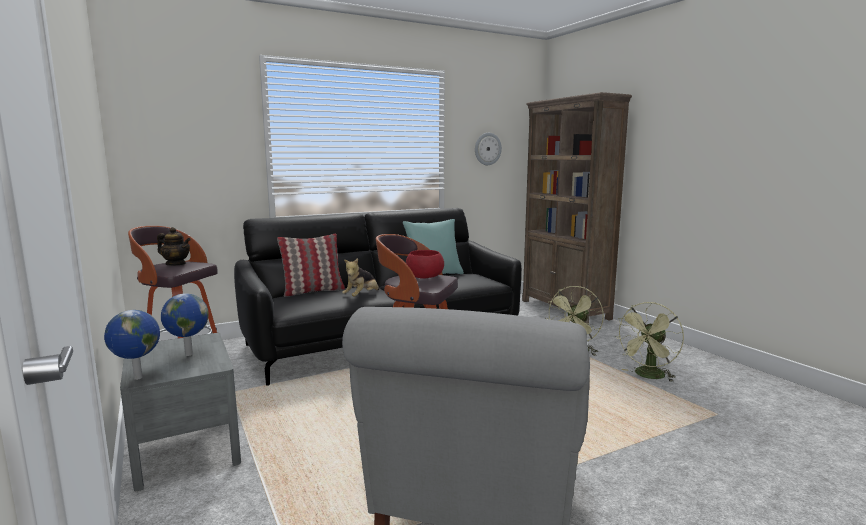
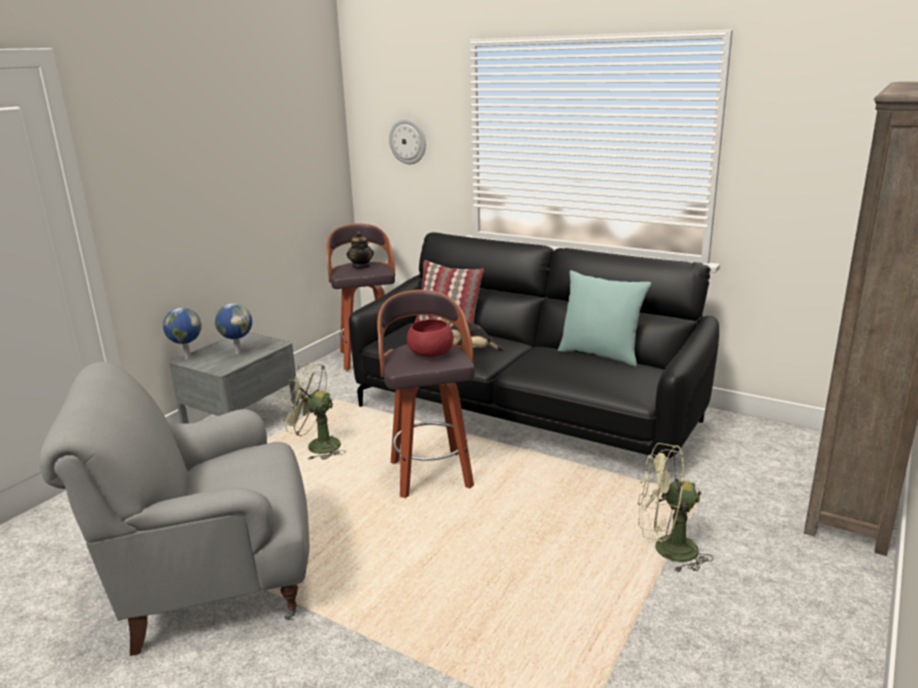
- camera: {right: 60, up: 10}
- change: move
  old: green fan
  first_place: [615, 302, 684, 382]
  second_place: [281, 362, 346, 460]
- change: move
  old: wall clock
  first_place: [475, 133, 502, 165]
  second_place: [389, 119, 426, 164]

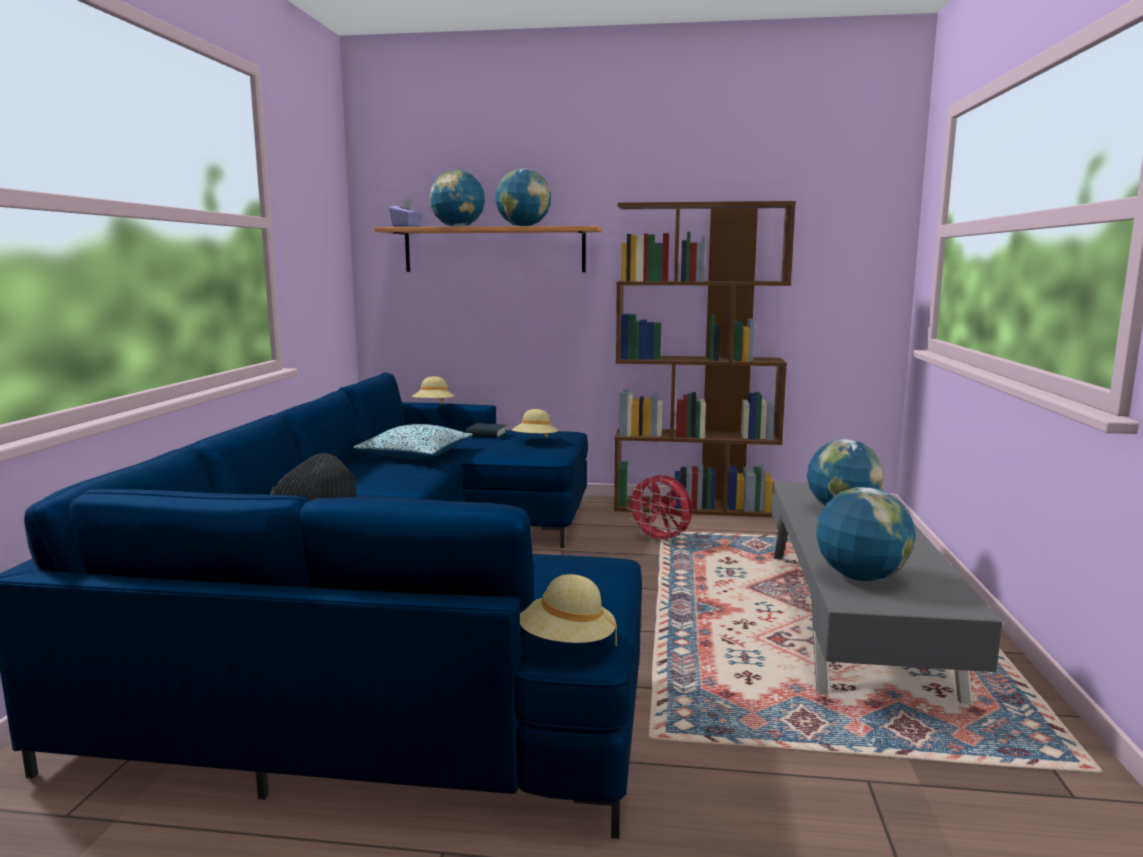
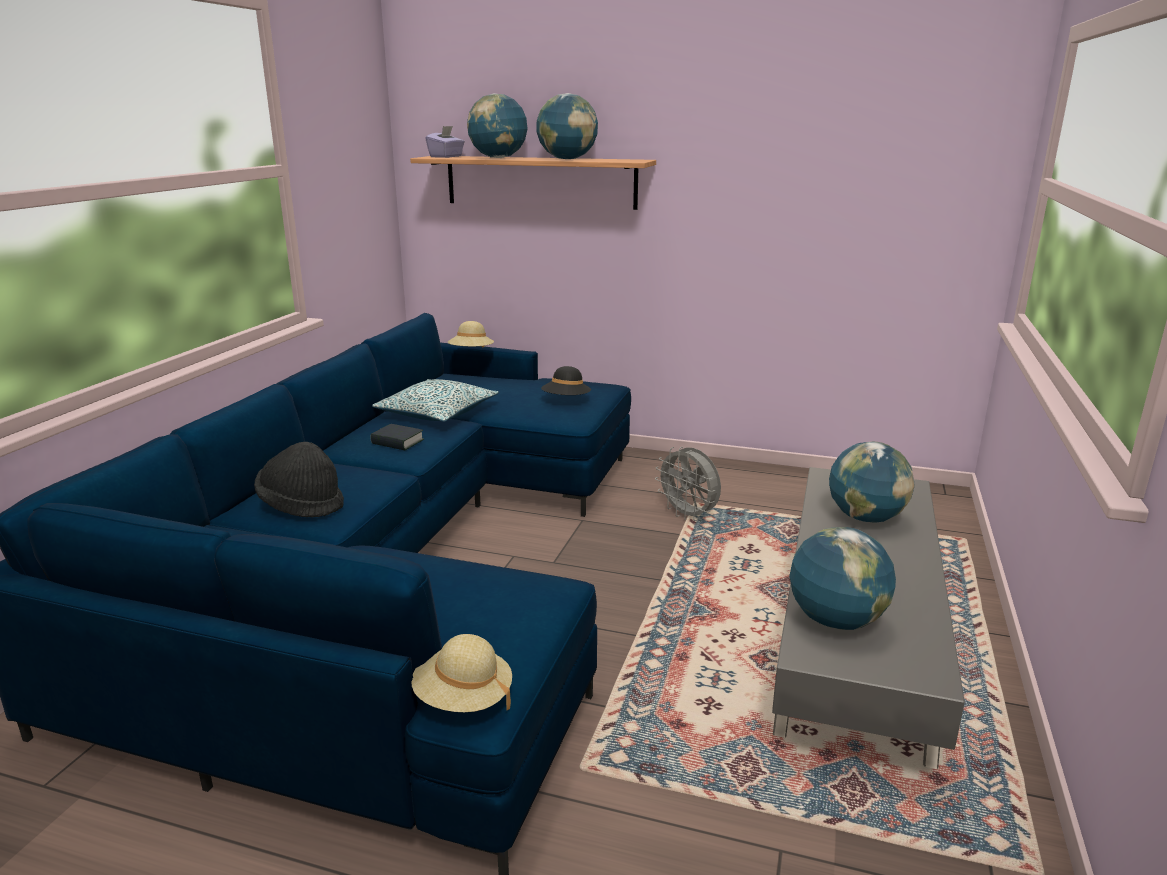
- camera: {right: 10, up: 10}
- change: move
  old: book
  first_place: [466, 423, 507, 438]
  second_place: [371, 424, 424, 450]
- change: recolor
  old: beige hat
  new: black hat
  first_place: [512, 409, 559, 437]
  second_place: [541, 366, 591, 395]
- change: recolor
  old: red fan
  new: grey fan
  first_place: [626, 473, 692, 545]
  second_place: [655, 447, 721, 521]
- change: delete
  old: brown bookcase
  first_place: [614, 201, 796, 517]

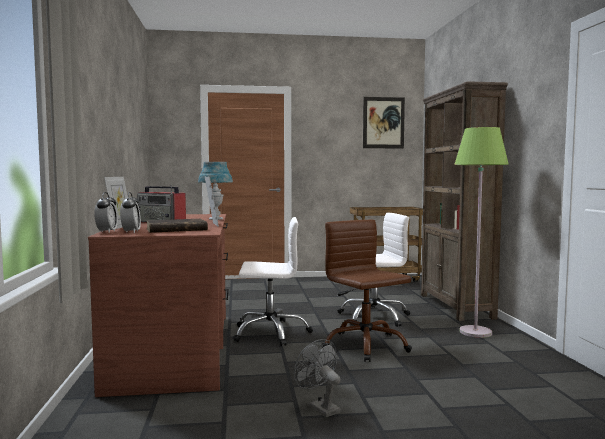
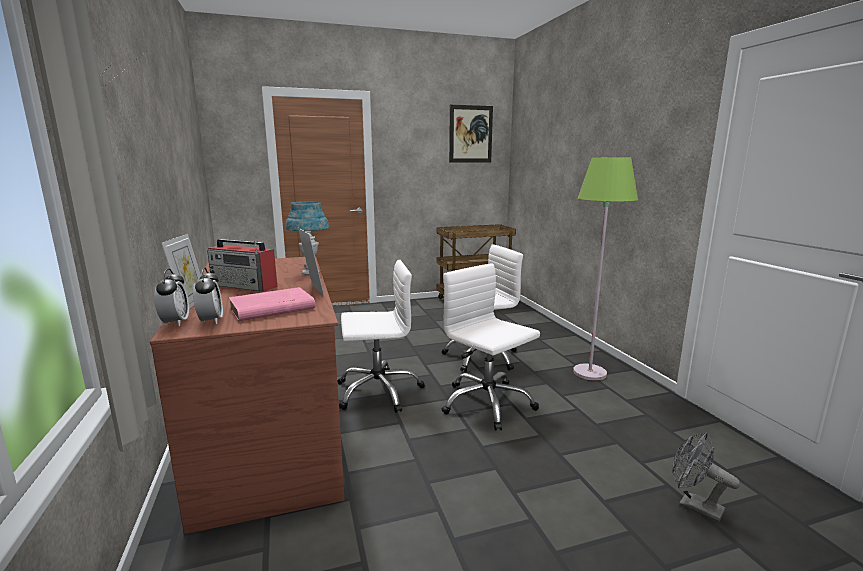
- camera: {right: -10, up: 10}
- change: recolor
  old: brown book
  new: pink book
  first_place: [146, 219, 208, 233]
  second_place: [228, 287, 315, 321]
- change: recolor
  old: brown office chair
  new: white office chair
  first_place: [321, 220, 412, 362]
  second_place: [441, 263, 540, 430]
- change: move
  old: grey fan
  first_place: [294, 339, 341, 417]
  second_place: [672, 432, 740, 523]
- change: delete
  old: brown bookcase
  first_place: [421, 81, 508, 321]

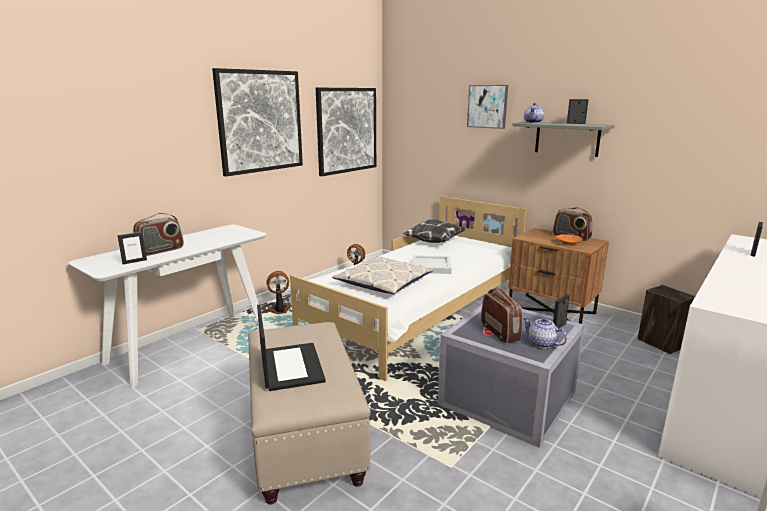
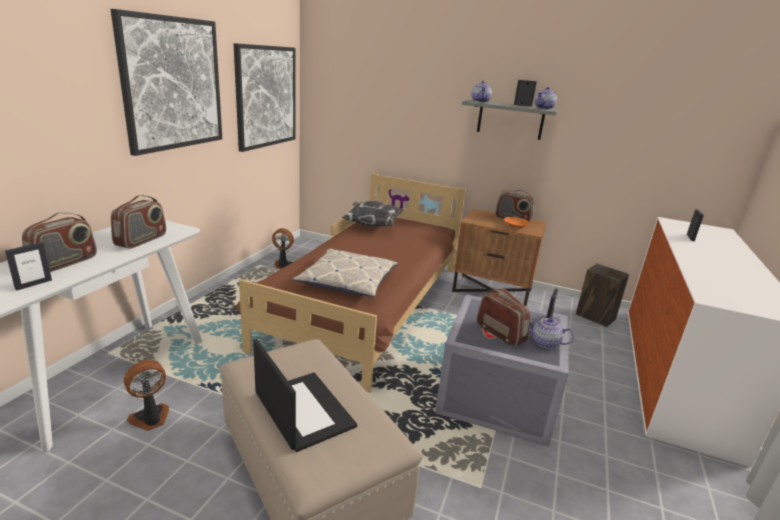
- camera: {right: -20, up: 5}
- change: insert
  new: radio
  second_place: [111, 195, 166, 249]
- change: move
  old: fan
  first_place: [267, 271, 290, 314]
  second_place: [124, 360, 169, 431]
- change: recolor
  old: white bed
  new: brown bed
  first_place: [289, 196, 526, 381]
  second_place: [235, 173, 466, 393]
- change: insert
  new: teapot
  second_place: [535, 87, 557, 110]
- change: delete
  old: white tray
  first_place: [412, 255, 452, 274]
- change: delete
  old: picture
  first_place: [467, 85, 508, 129]

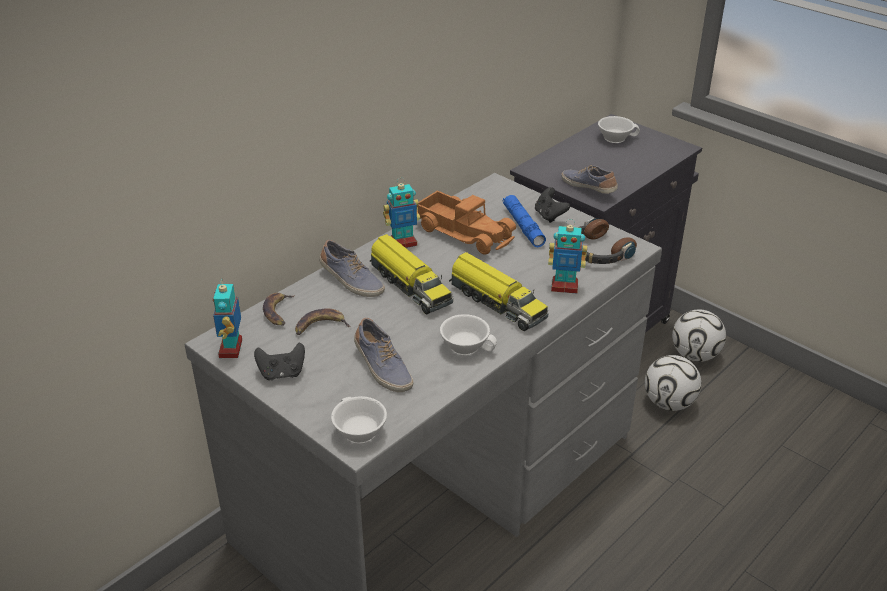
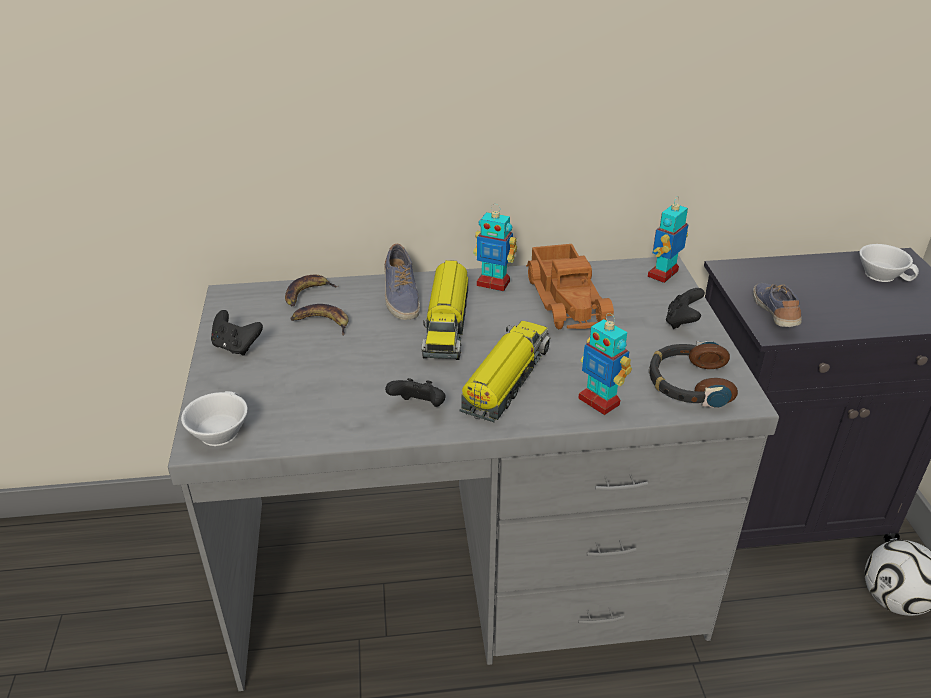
- camera: {right: 40, up: 0}
- change: replace
  old: white cup
  new: black game controller
  first_place: [440, 314, 497, 356]
  second_place: [385, 378, 445, 407]
- change: rotate
  old: toy truck
  first_place: [449, 252, 548, 331]
  second_place: [460, 321, 551, 422]
  degrees: -150
- change: move
  old: toy robot
  first_place: [213, 278, 242, 358]
  second_place: [648, 196, 688, 283]
- change: delete
  old: shoe
  first_place: [354, 318, 413, 392]
- change: delete
  old: blue flashlight
  first_place: [503, 195, 546, 247]
- change: delete
  old: football
  first_place: [645, 355, 701, 411]

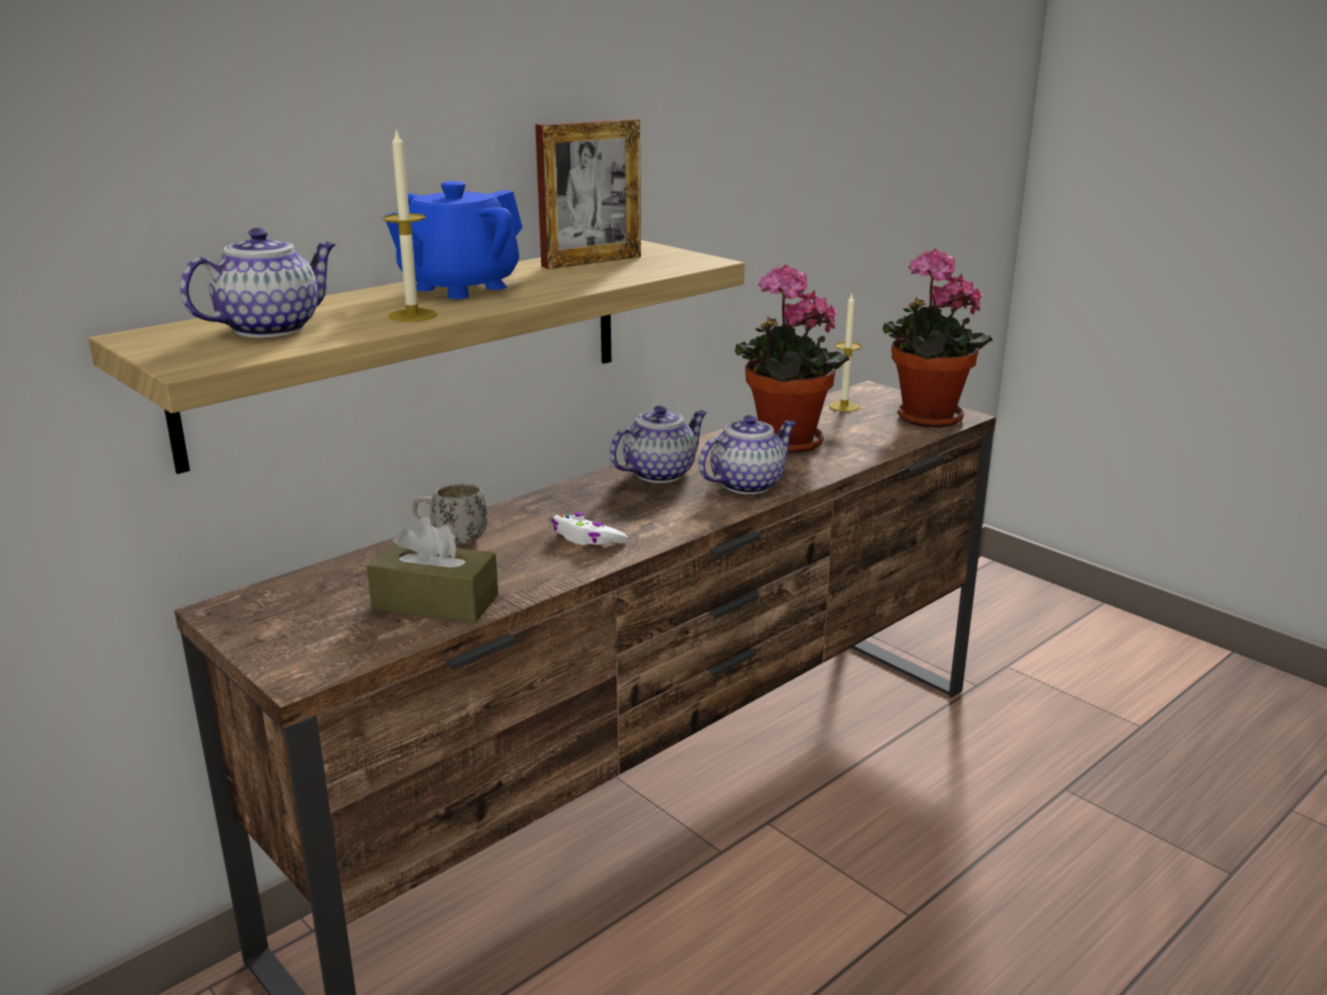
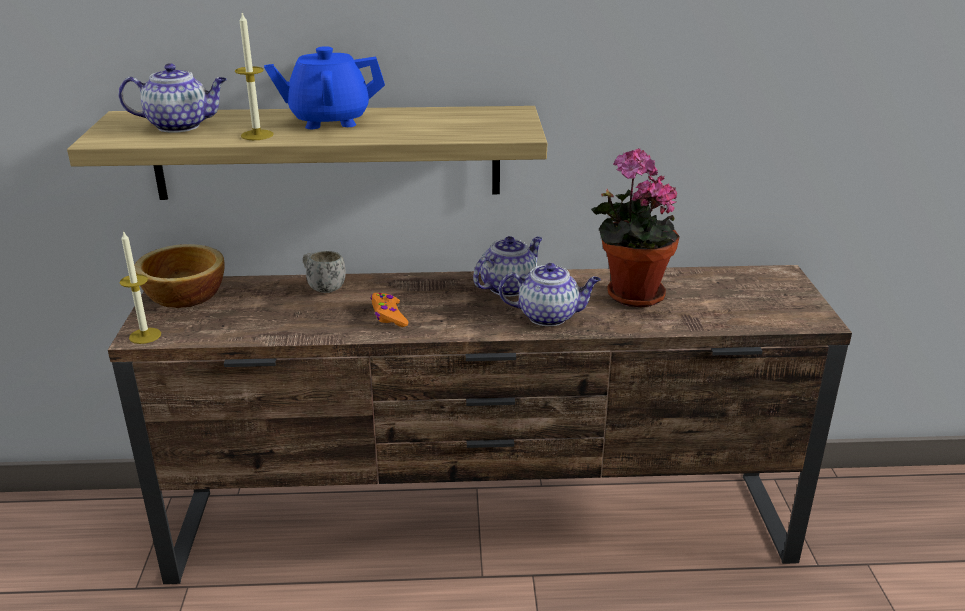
- camera: {right: 40, up: 5}
- change: move
  old: candle
  first_place: [829, 294, 862, 412]
  second_place: [119, 230, 161, 344]
- change: insert
  new: bowl
  second_place: [134, 244, 225, 308]
- change: recolor
  old: white game controller
  new: orange game controller
  first_place: [551, 512, 628, 545]
  second_place: [371, 293, 408, 327]
- change: rotate
  old: teapot
  first_place: [610, 405, 707, 483]
  second_place: [473, 236, 543, 297]
  degrees: -45
- change: delete
  old: brown tissue box
  first_place: [367, 517, 498, 623]
- change: delete
  old: picture frame
  first_place: [535, 118, 641, 269]
- change: delete
  old: potted plant
  first_place: [883, 248, 993, 428]

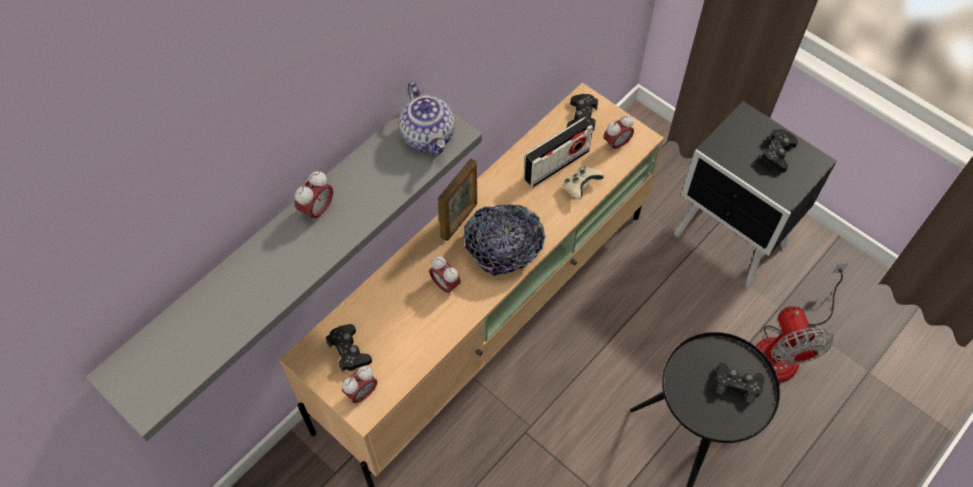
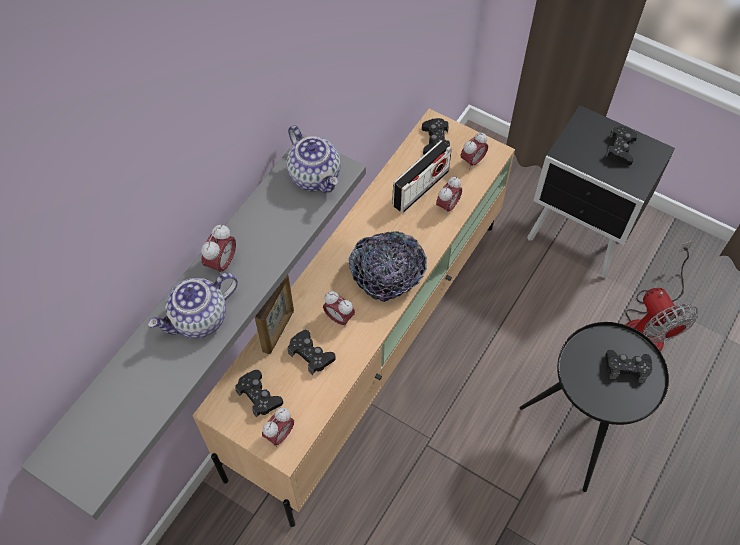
- camera: {right: -10, up: 0}
- change: insert
  new: teapot
  second_place: [148, 273, 238, 338]
- change: move
  old: picture frame
  first_place: [438, 158, 477, 241]
  second_place: [255, 275, 294, 354]
- change: insert
  new: black game controller
  second_place: [288, 330, 336, 375]
- change: replace
  old: beige game controller
  new: alarm clock
  first_place: [563, 167, 604, 200]
  second_place: [436, 177, 462, 216]

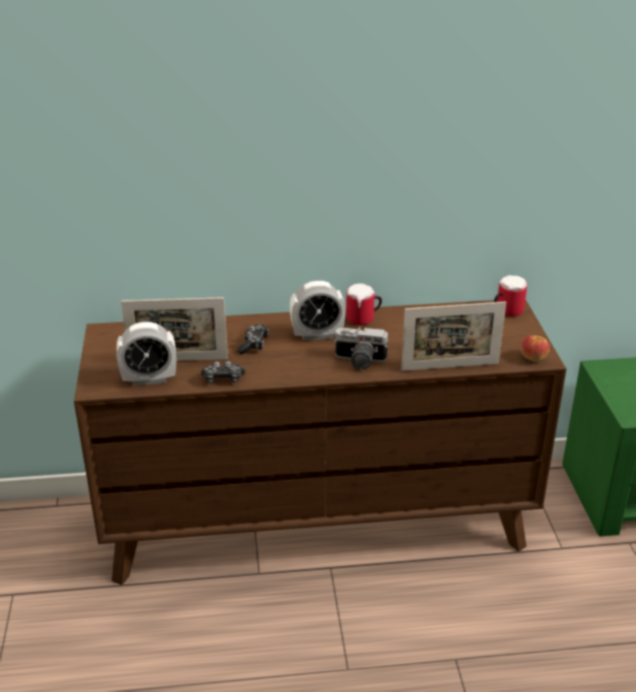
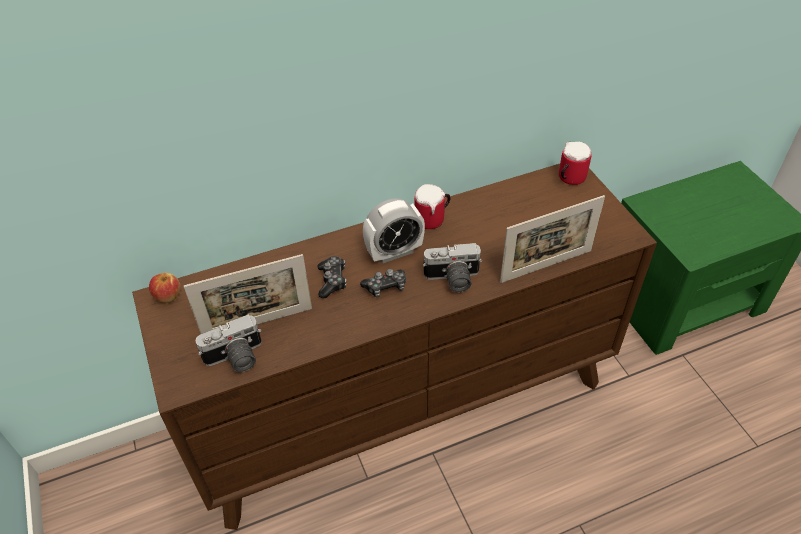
- camera: {right: -15, up: 15}
- change: move
  old: apple
  first_place: [521, 335, 550, 362]
  second_place: [149, 273, 181, 303]
- change: replace
  old: alarm clock
  new: photo camera
  first_place: [117, 322, 176, 386]
  second_place: [195, 314, 262, 372]
- change: move
  old: game controller
  first_place: [201, 361, 245, 384]
  second_place: [360, 269, 406, 298]

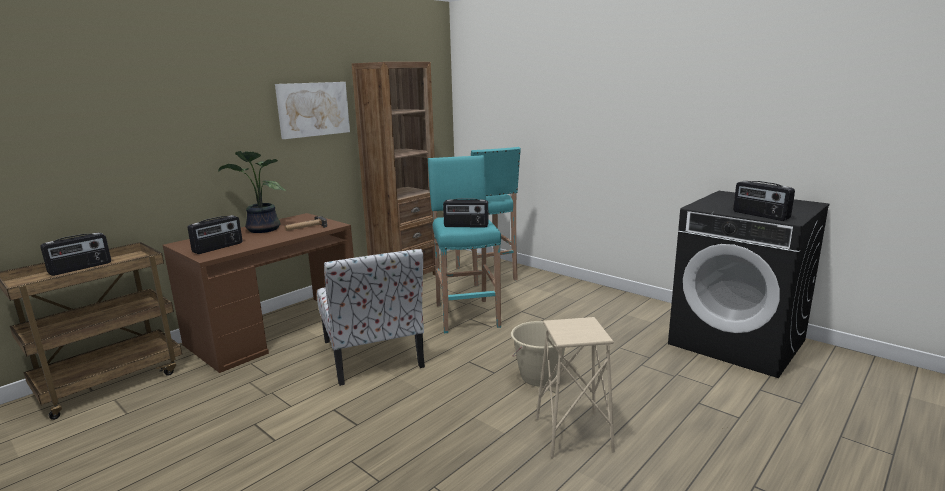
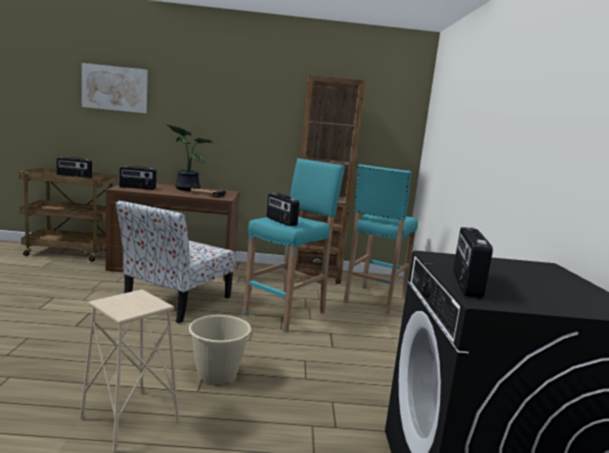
- camera: {right: 45, up: -5}
- change: move
  old: picture
  first_place: [275, 82, 350, 139]
  second_place: [82, 63, 148, 113]

